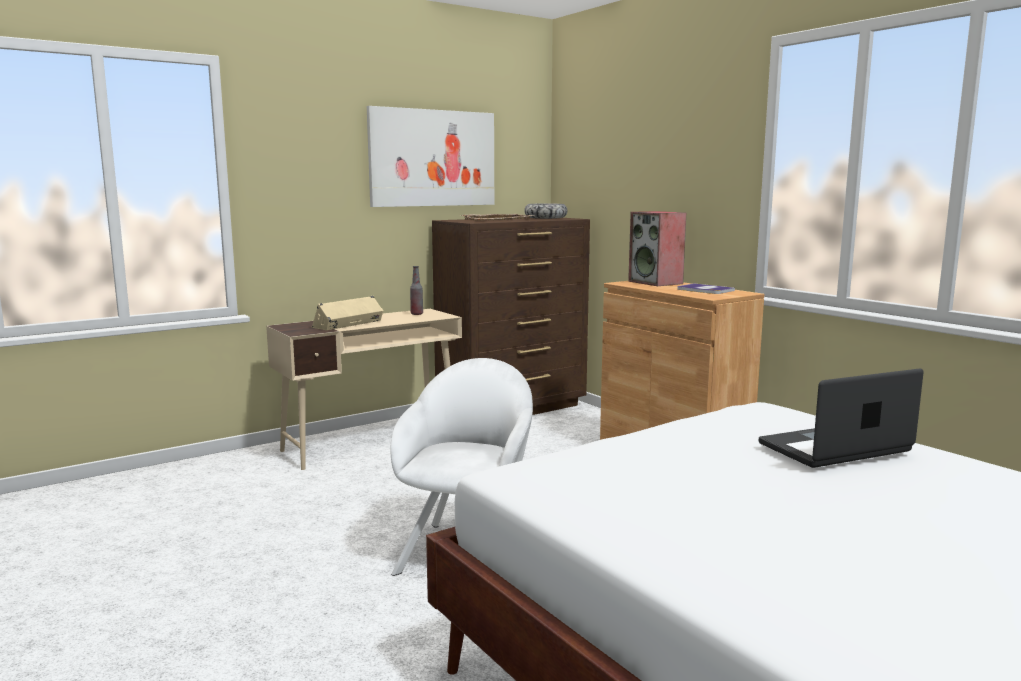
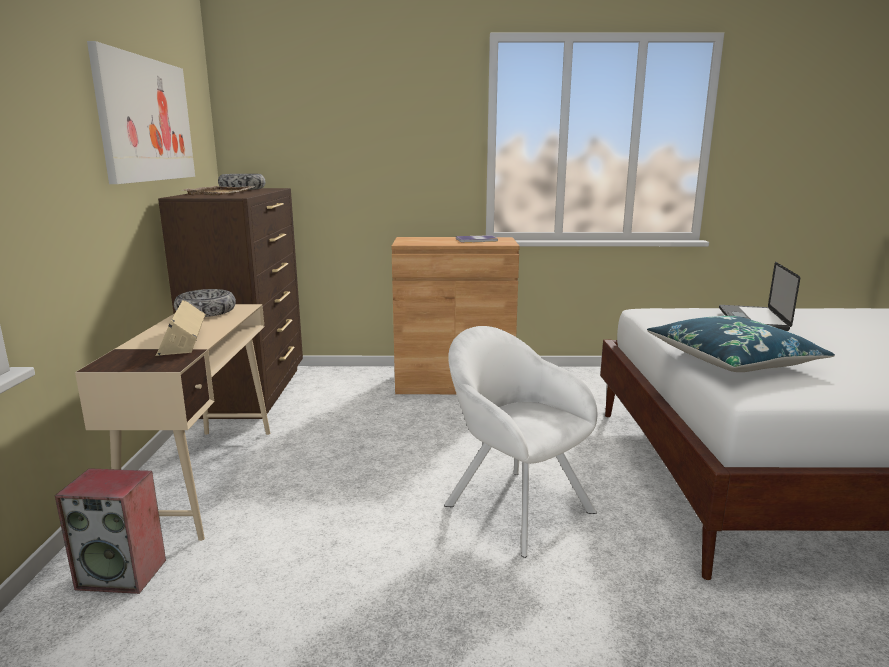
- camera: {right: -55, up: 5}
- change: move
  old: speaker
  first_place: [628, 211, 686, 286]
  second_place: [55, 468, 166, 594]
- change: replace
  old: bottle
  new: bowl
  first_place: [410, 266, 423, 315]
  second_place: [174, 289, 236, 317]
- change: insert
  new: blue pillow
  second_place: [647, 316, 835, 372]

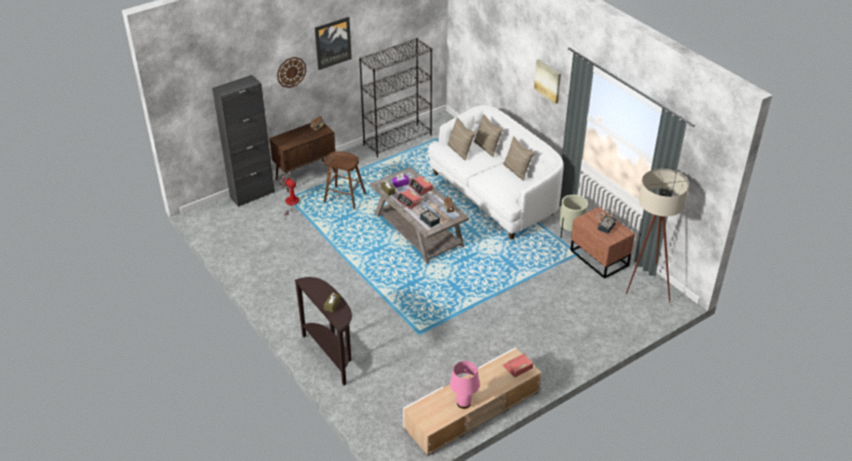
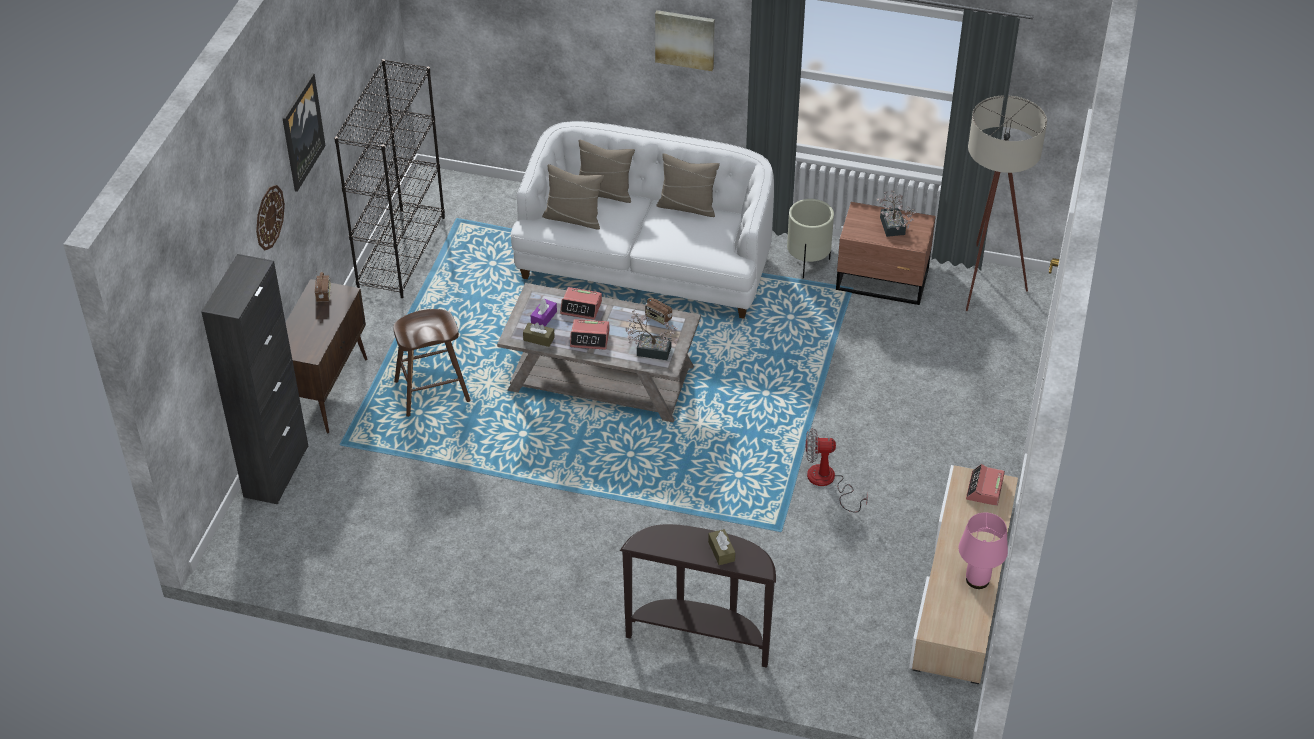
- camera: {right: -40, up: 5}
- change: move
  old: fan
  first_place: [279, 173, 299, 220]
  second_place: [806, 428, 868, 513]

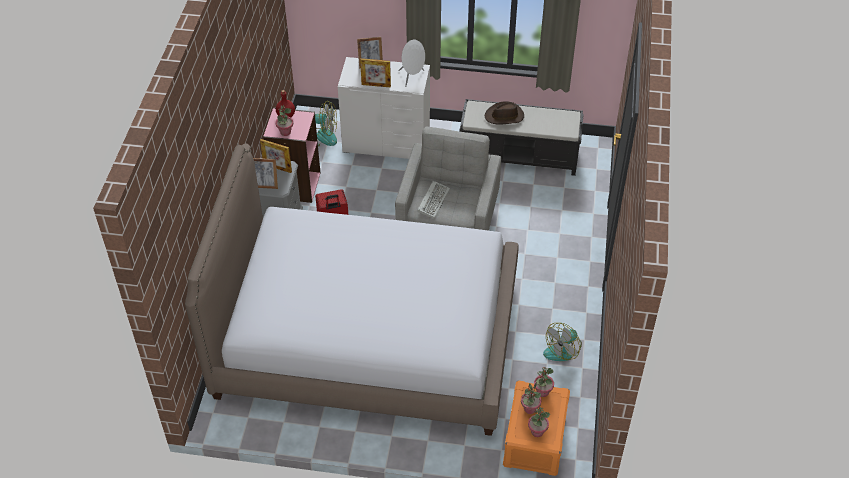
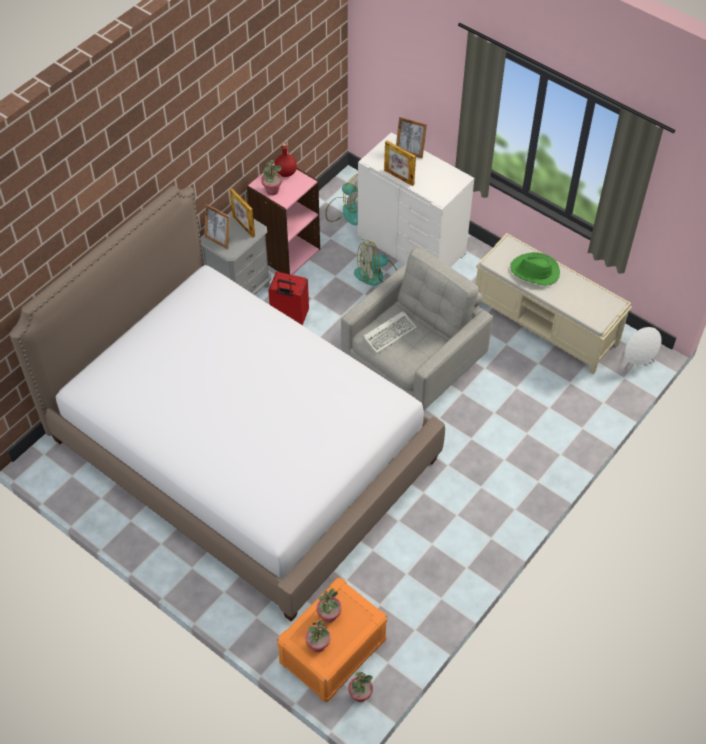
- camera: {right: 30, up: 5}
- change: move
  old: potted plant
  first_place: [534, 367, 554, 397]
  second_place: [348, 672, 373, 702]
- change: move
  old: fan
  first_place: [543, 323, 582, 361]
  second_place: [354, 240, 397, 286]
- change: recolor
  old: black bench
  new: beige bench
  first_place: [459, 99, 584, 176]
  second_place: [476, 233, 632, 374]
- change: recolor
  old: brown hat
  new: green hat
  first_place: [485, 101, 524, 125]
  second_place: [510, 252, 560, 286]
- change: move
  old: white speaker
  first_place: [398, 40, 425, 87]
  second_place: [622, 327, 662, 374]

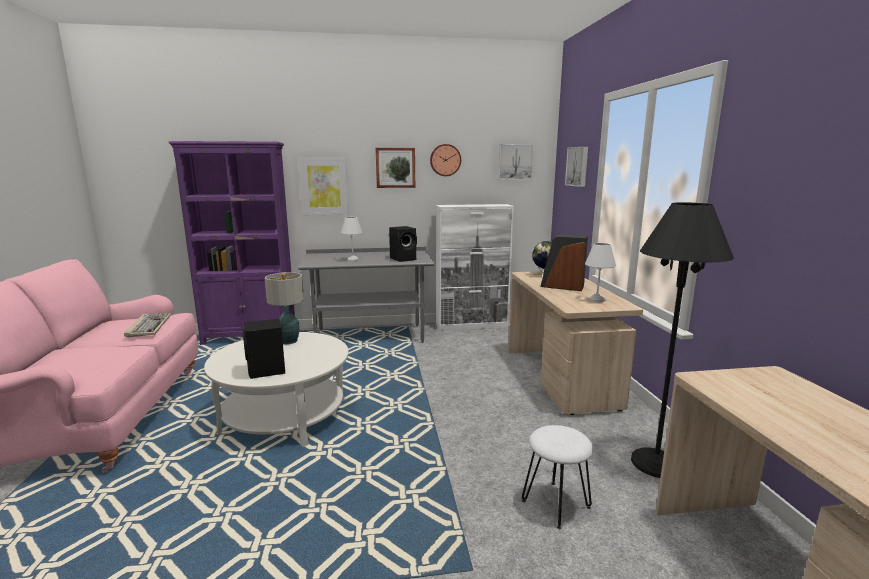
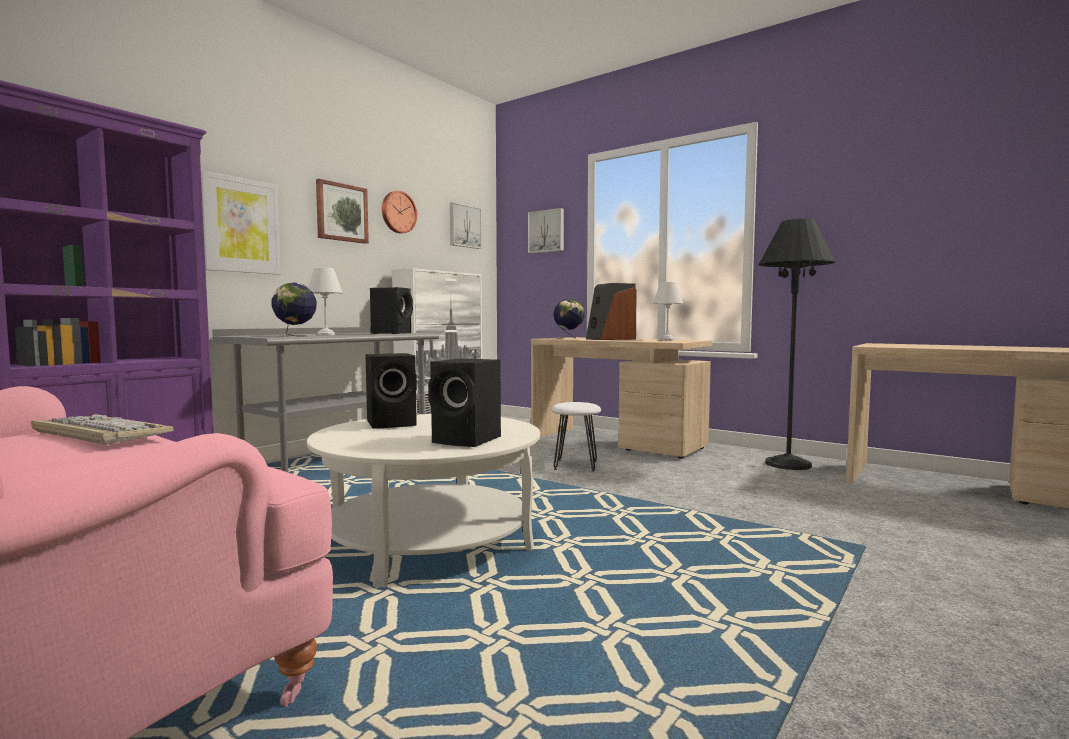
- camera: {right: -45, up: -10}
- change: insert
  new: globe
  second_place: [271, 283, 317, 337]
- change: replace
  old: table lamp
  new: black speaker
  first_place: [265, 272, 304, 344]
  second_place: [365, 353, 417, 429]
- change: move
  old: white stool
  first_place: [522, 425, 593, 529]
  second_place: [551, 402, 601, 471]

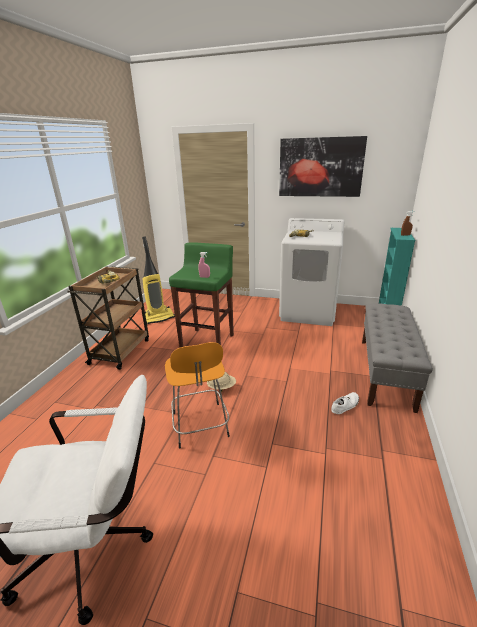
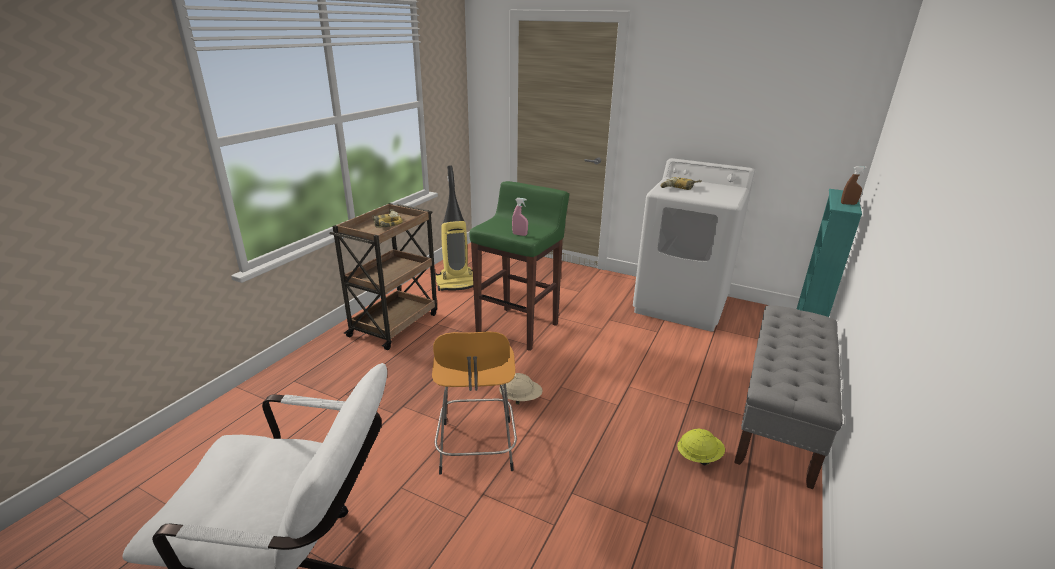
- camera: {right: 10, up: 0}
- change: replace
  old: white shoe
  new: yellow hard hat
  first_place: [331, 392, 359, 414]
  second_place: [677, 429, 725, 466]
- change: delete
  old: picture
  first_place: [279, 136, 367, 197]

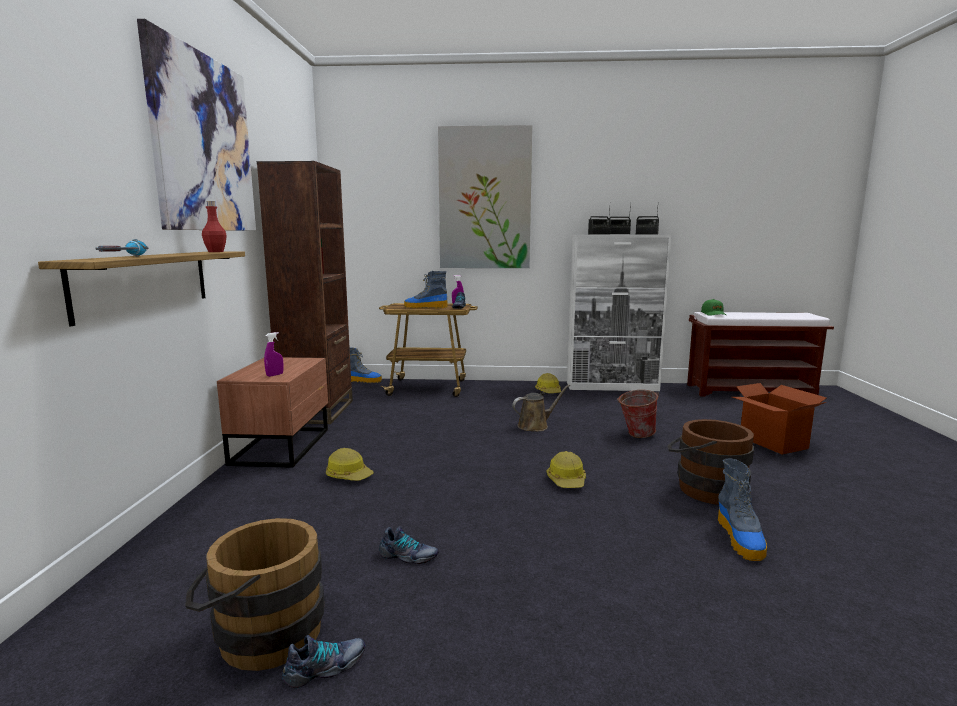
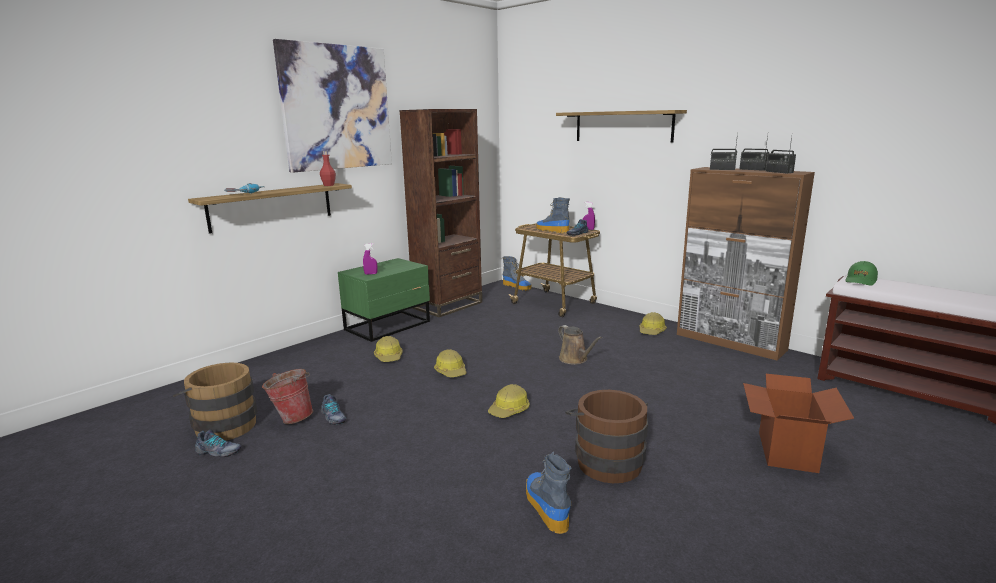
- camera: {right: 40, up: 5}
- change: move
  old: bucket
  first_place: [617, 390, 659, 438]
  second_place: [262, 369, 313, 424]
- change: recolor
  old: brown nightstand
  new: green nightstand
  first_place: [217, 357, 328, 468]
  second_place: [338, 258, 430, 342]
- change: insert
  new: hard hat
  second_place: [434, 349, 467, 377]
- change: rotate
  old: boot
  first_place: [718, 459, 767, 561]
  second_place: [526, 451, 572, 534]
  degrees: 120
- change: replace
  old: picture
  new: shelf
  first_place: [438, 125, 532, 268]
  second_place: [556, 110, 687, 143]
- change: rotate
  old: brown watering can
  first_place: [512, 384, 570, 431]
  second_place: [558, 325, 602, 365]
  degrees: 45
- change: recolor
  old: white cabinet
  new: brown cabinet
  first_place: [567, 235, 671, 391]
  second_place: [677, 167, 815, 360]

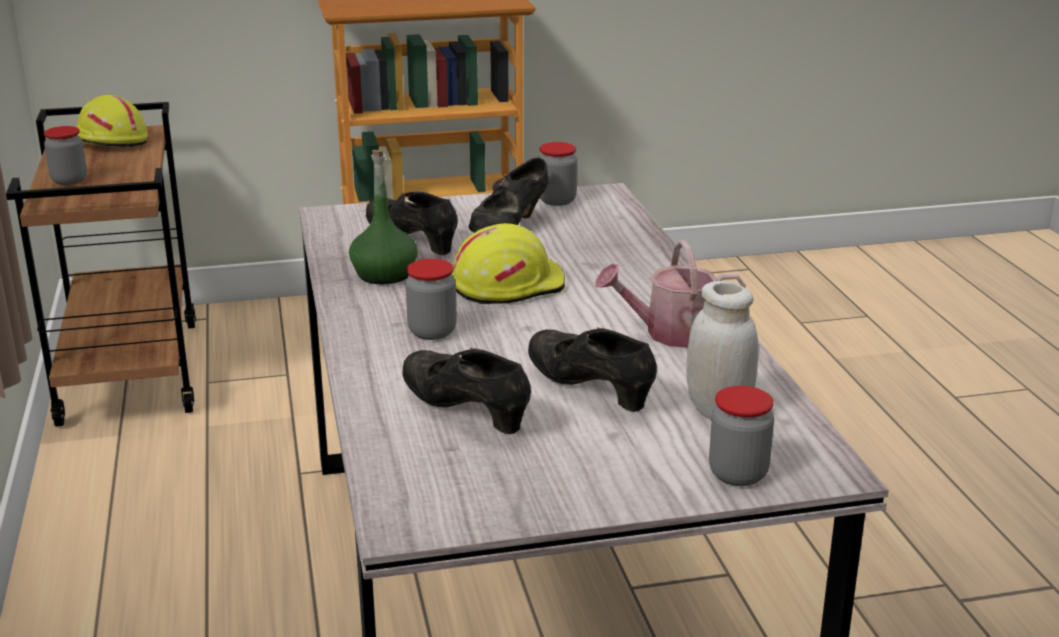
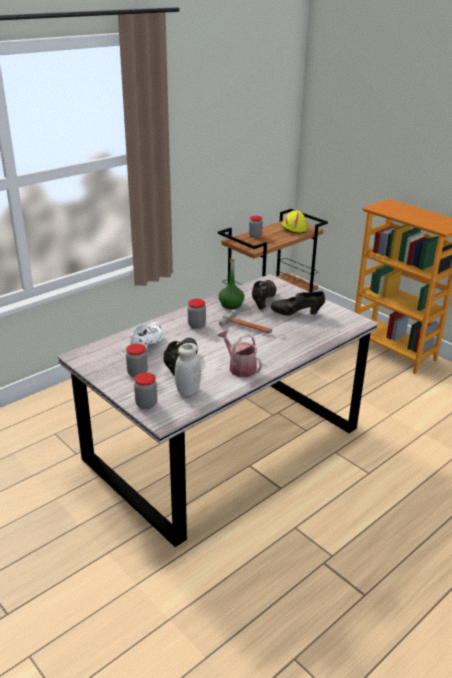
- camera: {right: 60, up: 5}
- change: move
  old: jar
  first_place: [539, 142, 578, 206]
  second_place: [126, 344, 148, 377]
- change: recolor
  old: black shoe
  new: white shoe
  first_place: [402, 348, 531, 434]
  second_place: [130, 322, 163, 355]
- change: replace
  old: yellow hard hat
  new: hammer
  first_place: [452, 223, 565, 304]
  second_place: [219, 309, 272, 334]

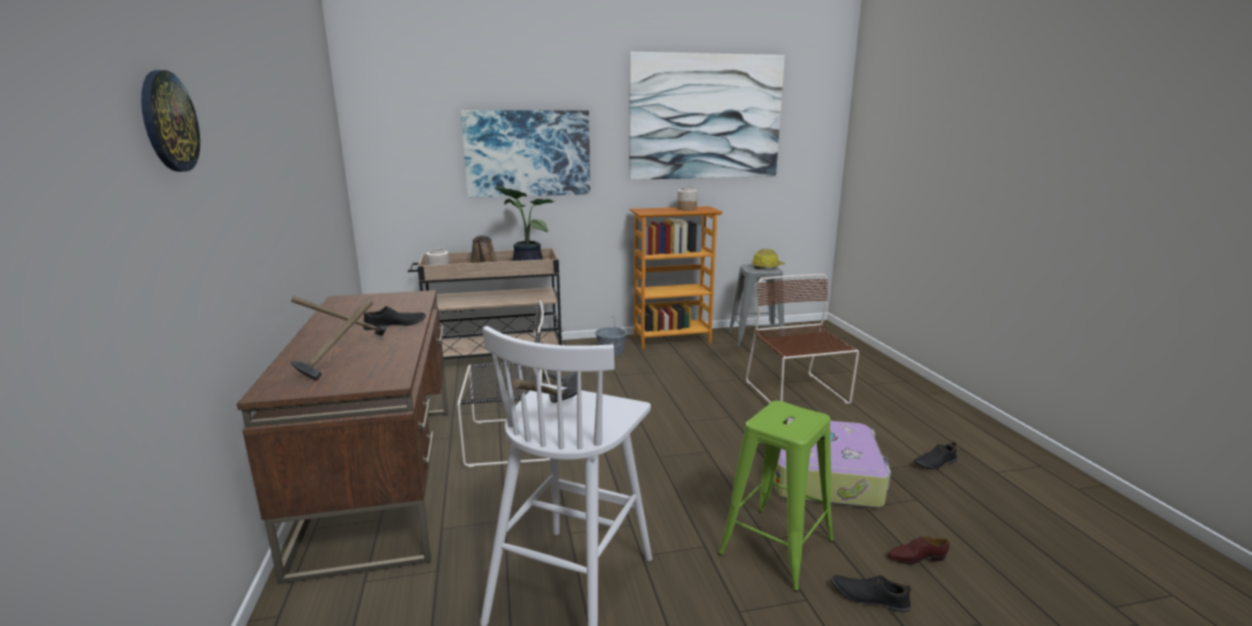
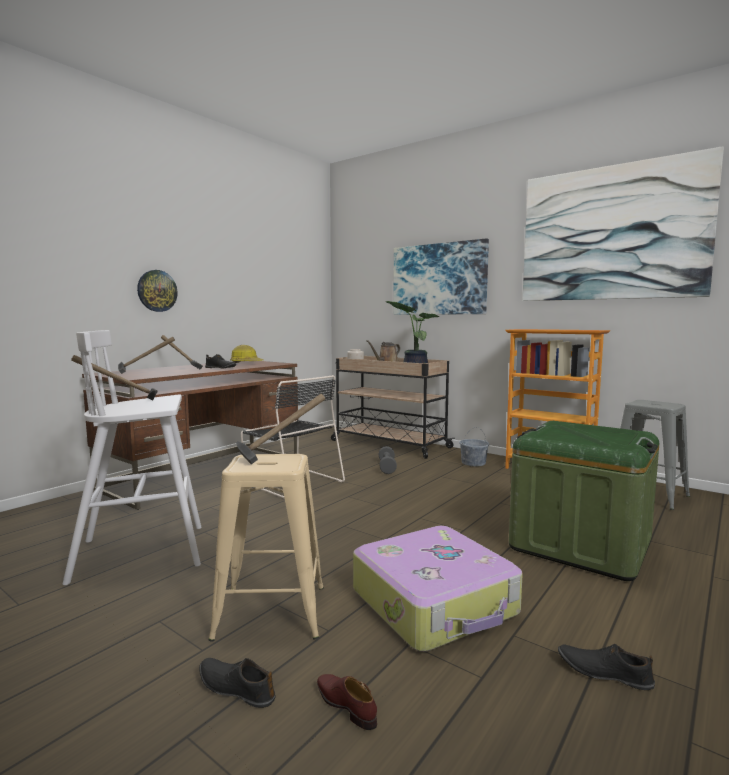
- camera: {right: 50, up: -10}
- change: move
  old: wall clock
  first_place: [141, 70, 200, 172]
  second_place: [137, 270, 178, 312]
- change: rotate
  old: black shoe
  first_place: [831, 575, 911, 612]
  second_place: [199, 658, 275, 708]
  degrees: -45
- change: recolor
  old: green stool
  new: beige stool
  first_place: [718, 401, 834, 592]
  second_place: [209, 454, 324, 641]
- change: move
  old: hard hat
  first_place: [751, 249, 785, 269]
  second_place: [230, 345, 264, 363]
- change: insert
  new: hammer
  second_place: [236, 394, 325, 464]
- change: replace
  old: brown chair
  new: green storage box
  first_place: [746, 274, 859, 404]
  second_place: [509, 421, 659, 581]
- change: delete
  old: jar
  first_place: [677, 187, 697, 210]

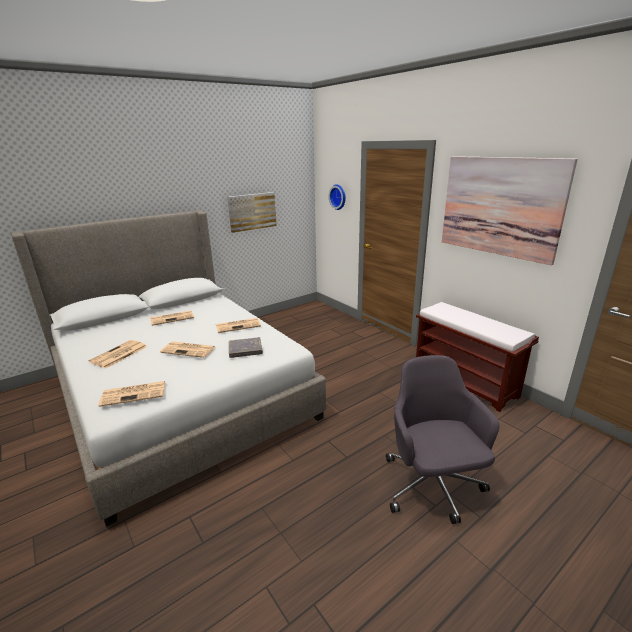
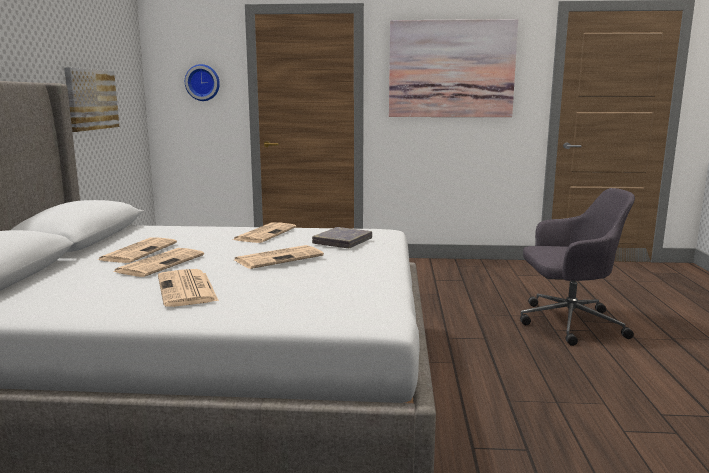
- camera: {right: -50, up: -10}
- change: move
  old: newspaper
  first_place: [98, 381, 165, 407]
  second_place: [113, 248, 204, 277]
- change: rotate
  old: grey office chair
  first_place: [386, 355, 500, 524]
  second_place: [520, 188, 635, 346]
  degrees: 150
- change: delete
  old: brown bench
  first_place: [416, 302, 539, 412]

